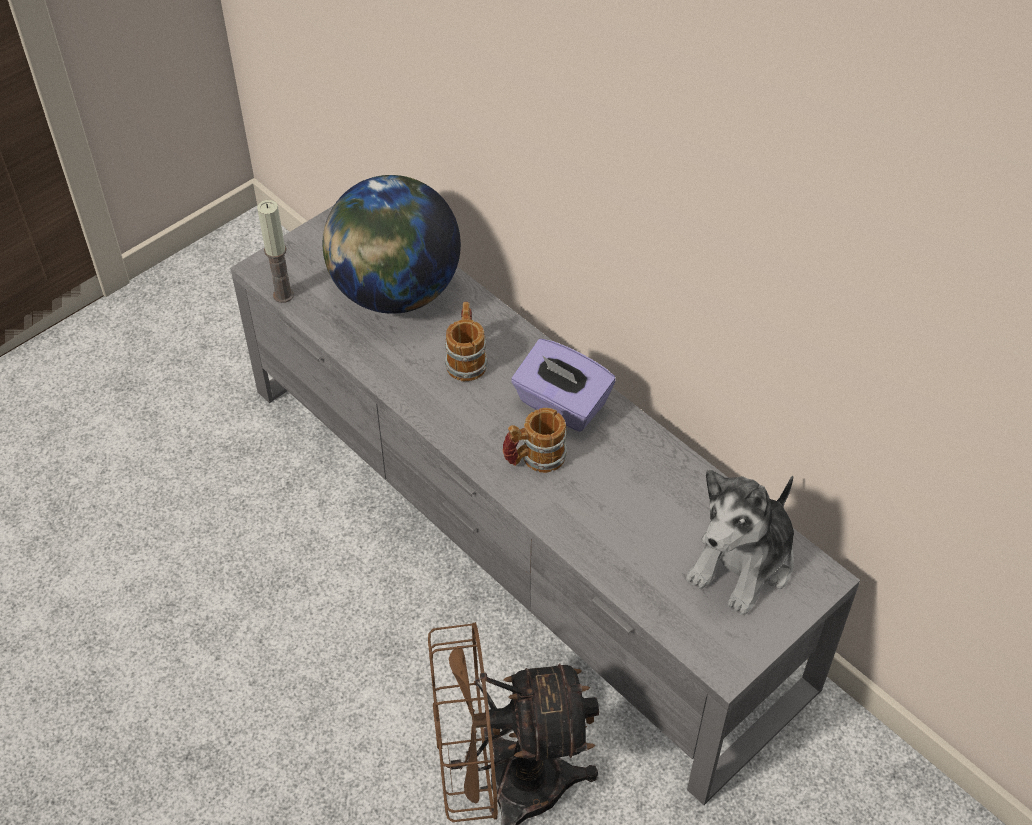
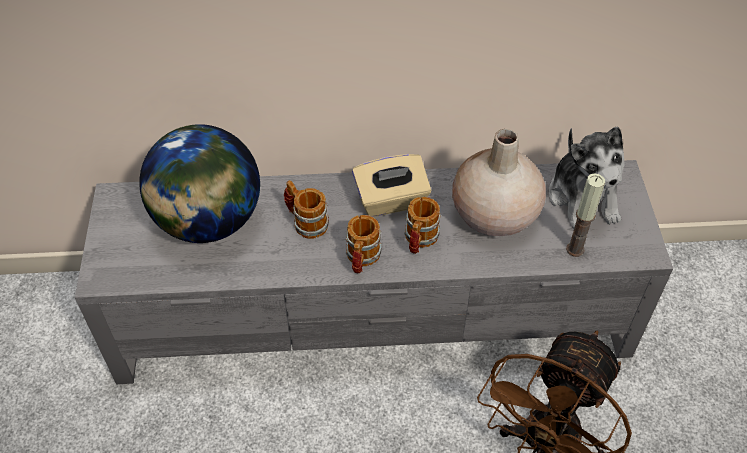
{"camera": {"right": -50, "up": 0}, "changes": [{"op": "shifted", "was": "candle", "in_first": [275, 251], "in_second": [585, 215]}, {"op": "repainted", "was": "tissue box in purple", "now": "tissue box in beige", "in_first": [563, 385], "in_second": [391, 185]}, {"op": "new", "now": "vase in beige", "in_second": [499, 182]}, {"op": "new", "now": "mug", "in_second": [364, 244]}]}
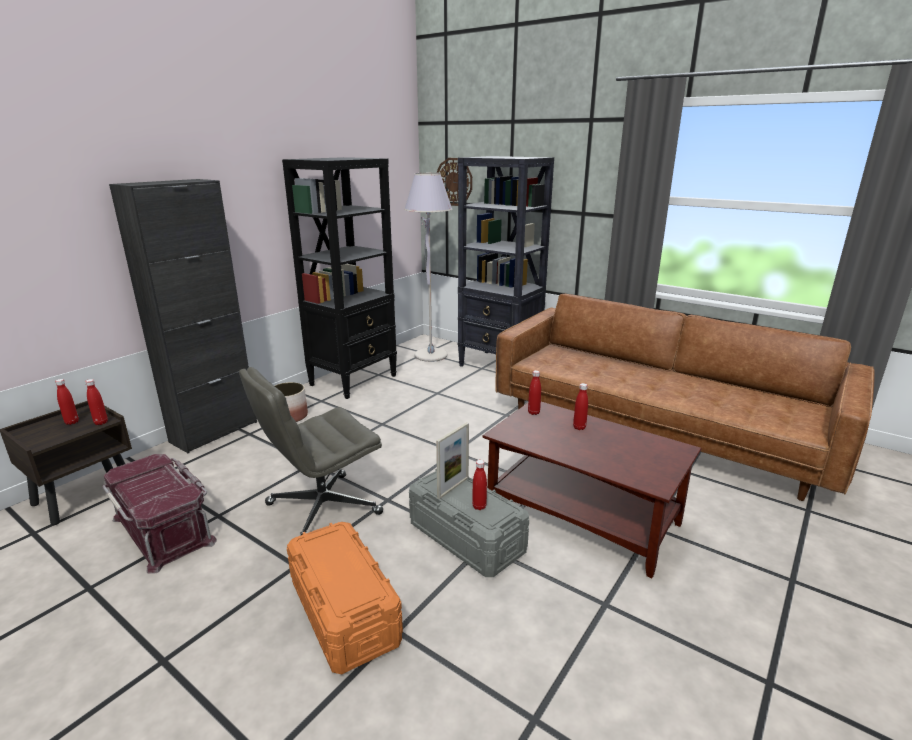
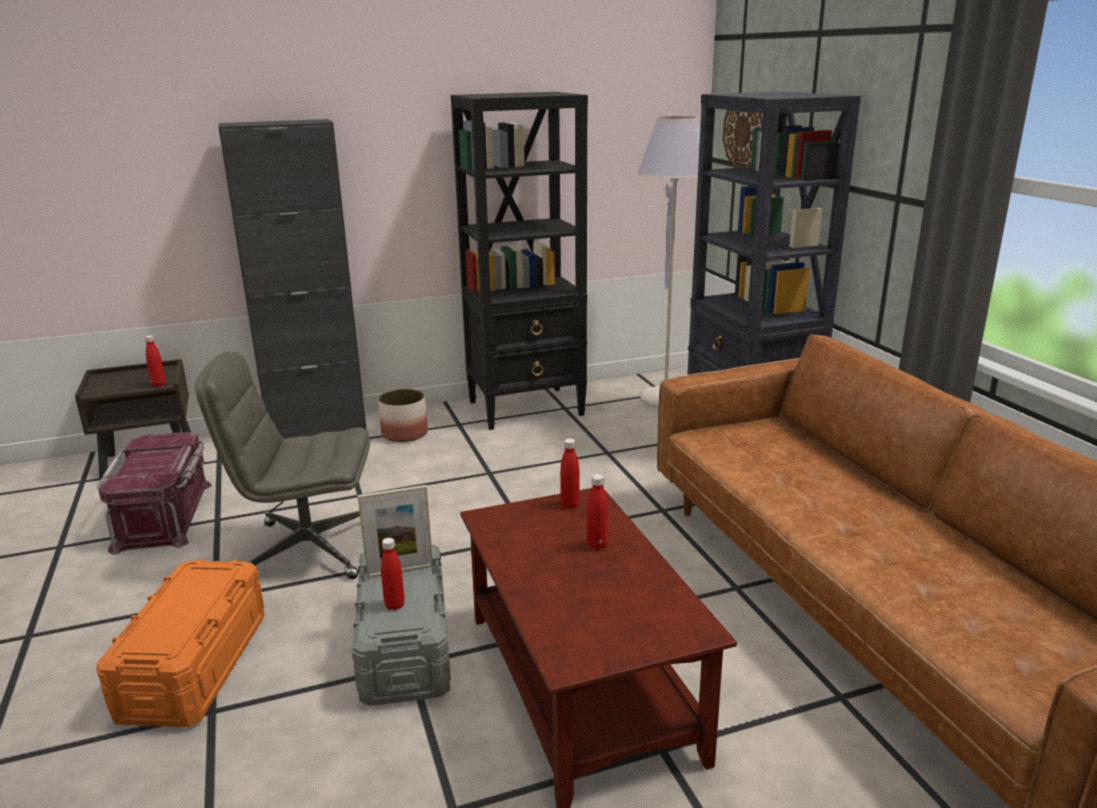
{"camera": {"right": 35, "up": 0}, "changes": [{"op": "gone", "was": "bottle in red", "in_first": [67, 402]}]}
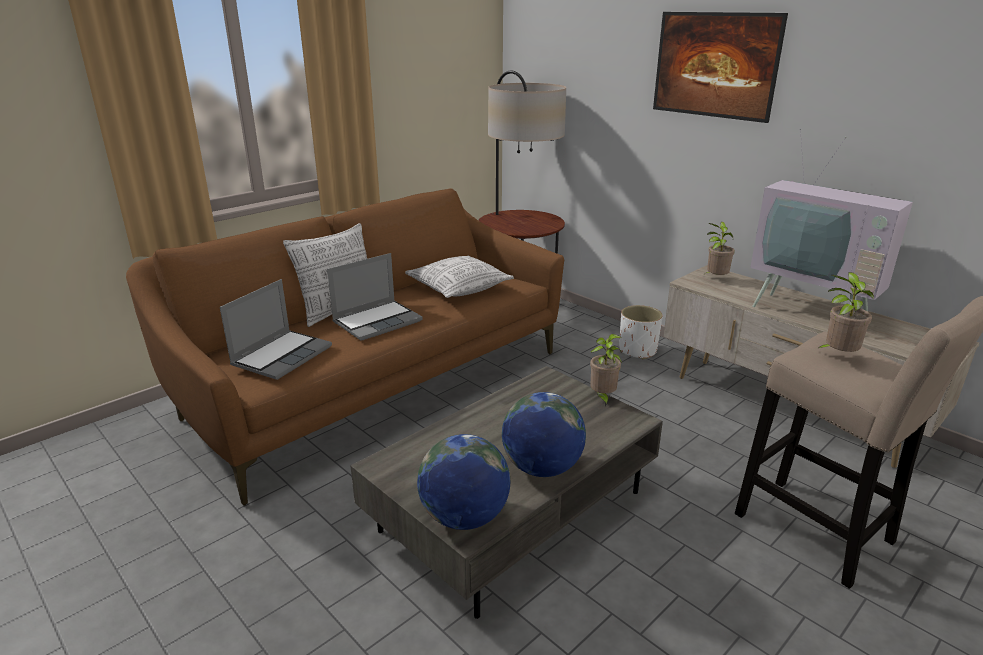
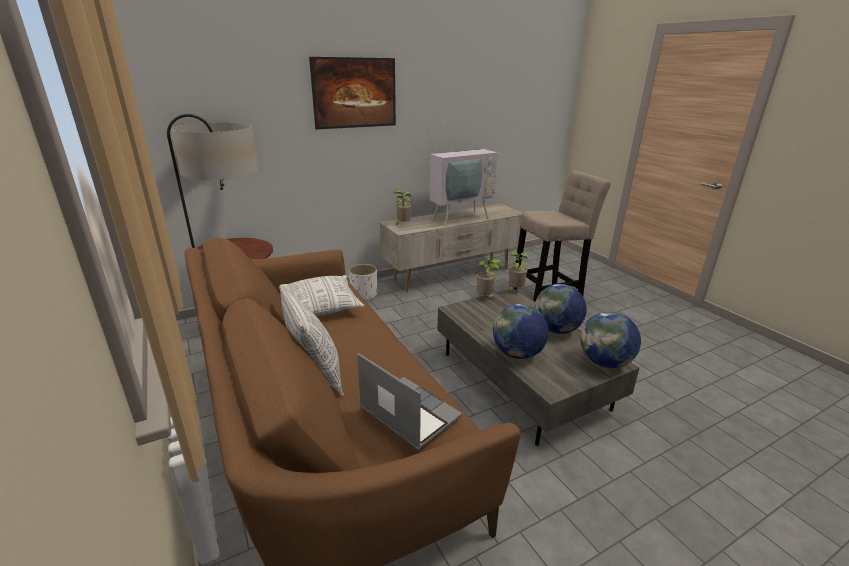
{"camera": {"right": -75, "up": 0}, "changes": [{"op": "gone", "was": "laptop", "in_first": [375, 297]}, {"op": "shifted", "was": "potted plant", "in_first": [846, 312], "in_second": [518, 271]}, {"op": "new", "now": "globe", "in_second": [521, 331]}]}
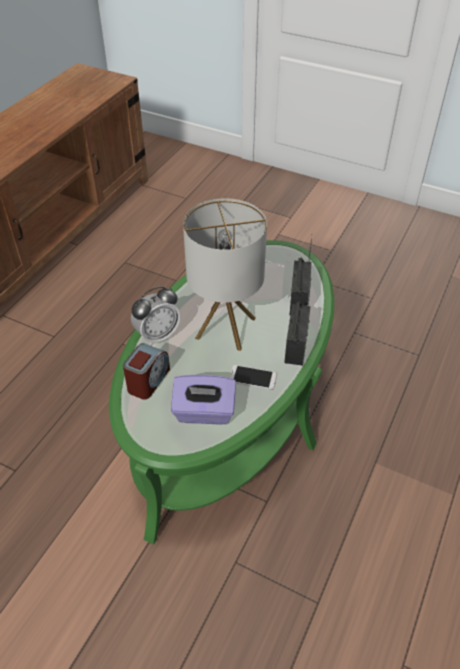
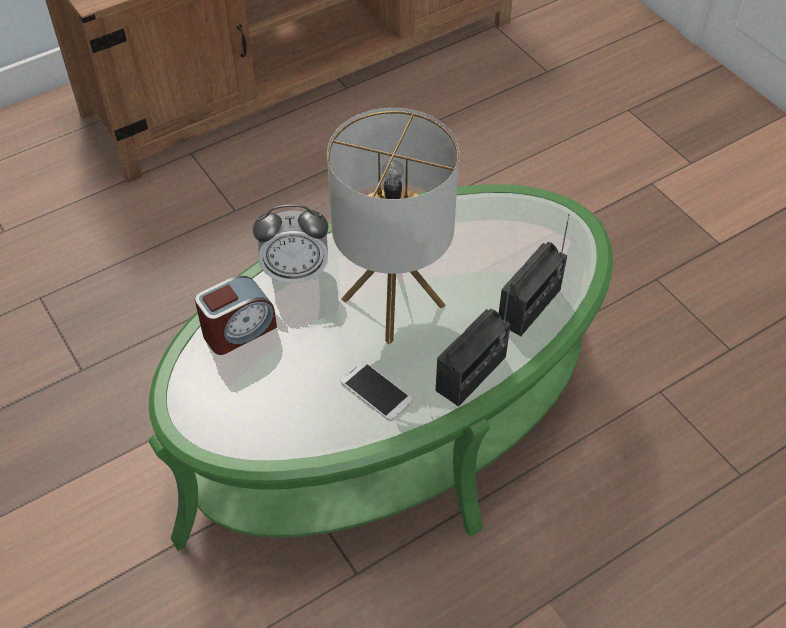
{"camera": {"right": 30, "up": 5}, "changes": [{"op": "gone", "was": "tissue box in purple", "in_first": [203, 400]}]}
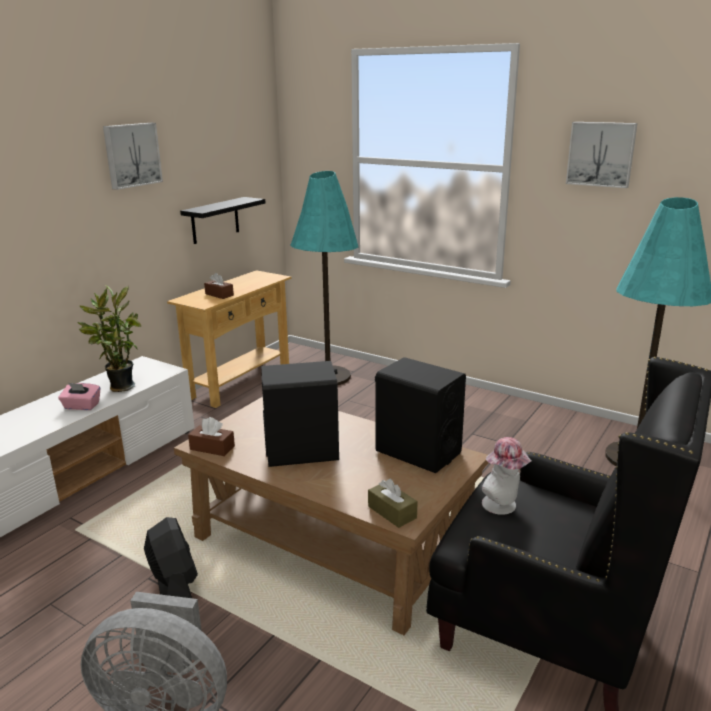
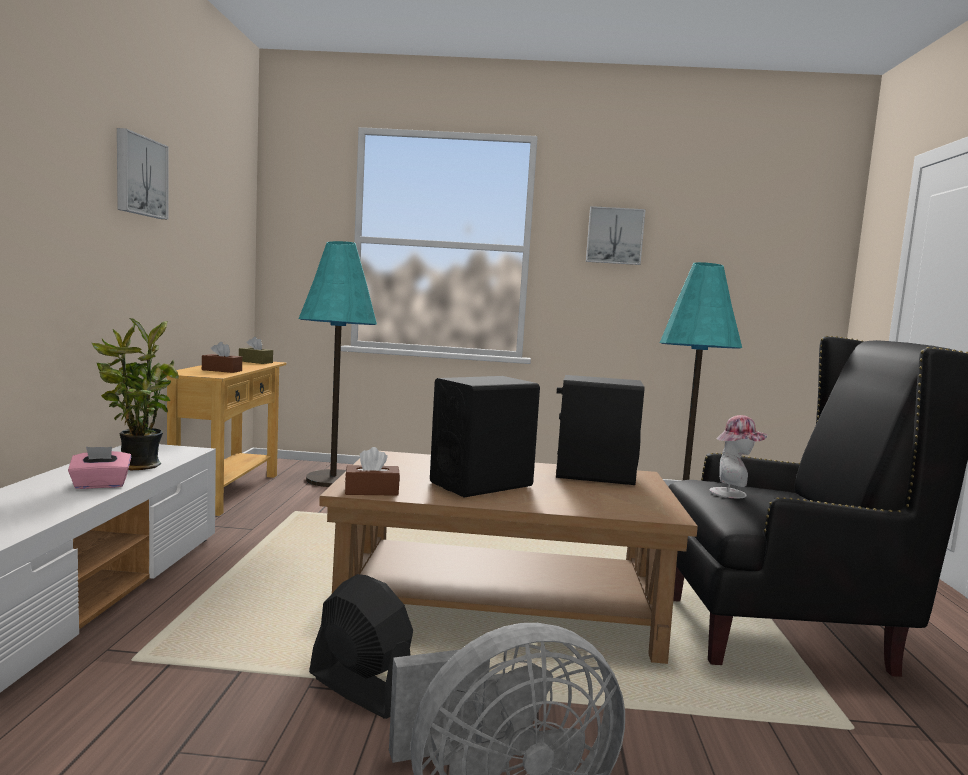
{"camera": {"right": -30, "up": -15}, "changes": [{"op": "gone", "was": "shelf in black", "in_first": [222, 220]}, {"op": "shifted", "was": "tissue box in brown", "in_first": [393, 503], "in_second": [256, 350]}]}
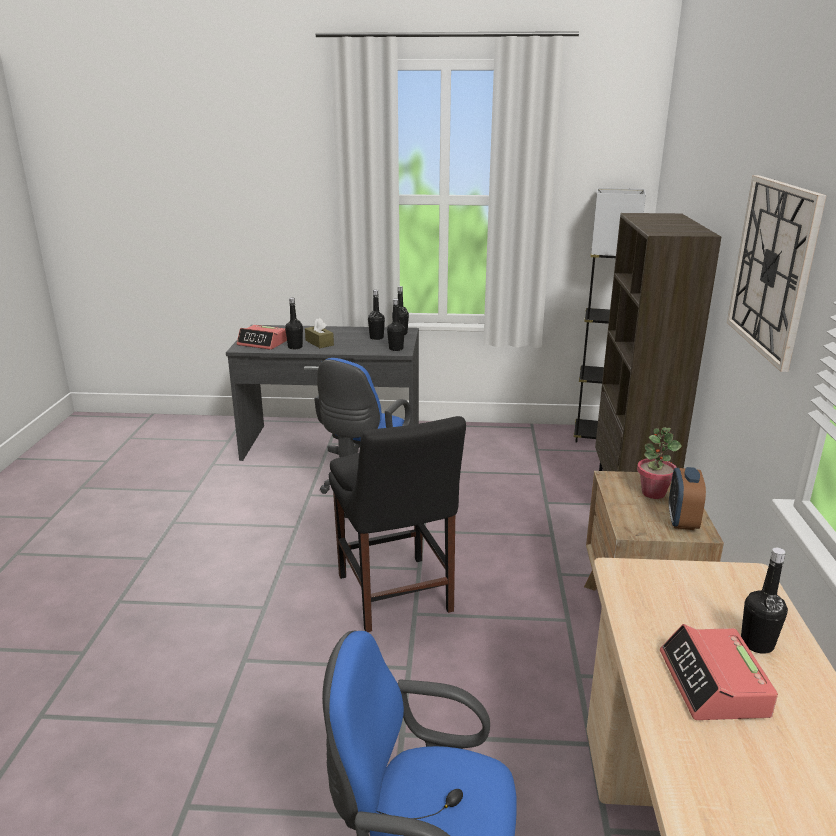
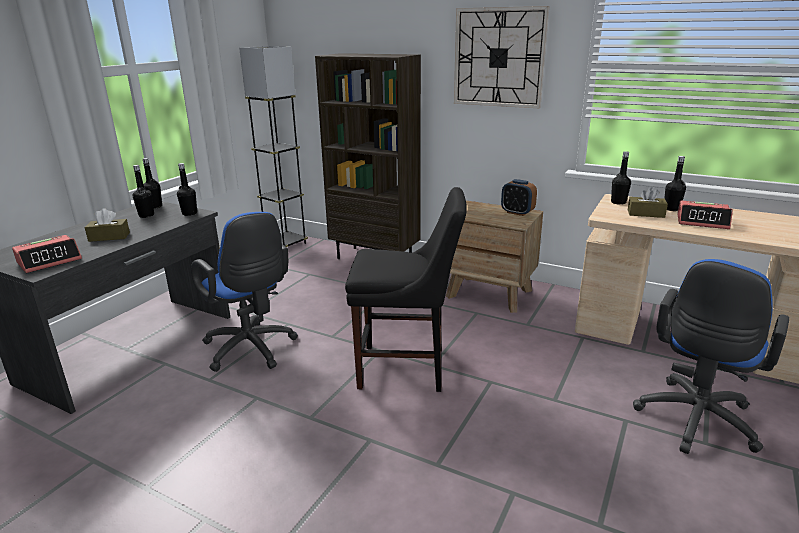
{"camera": {"right": -65, "up": 0}, "changes": [{"op": "shifted", "was": "bottle in black", "in_first": [294, 323], "in_second": [621, 178]}, {"op": "gone", "was": "potted plant", "in_first": [659, 463]}, {"op": "new", "now": "tissue box in brown", "in_second": [648, 202]}]}
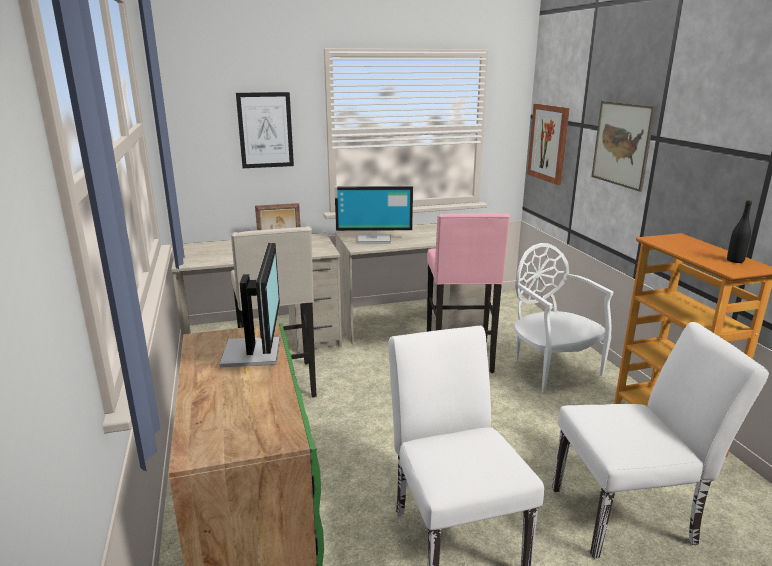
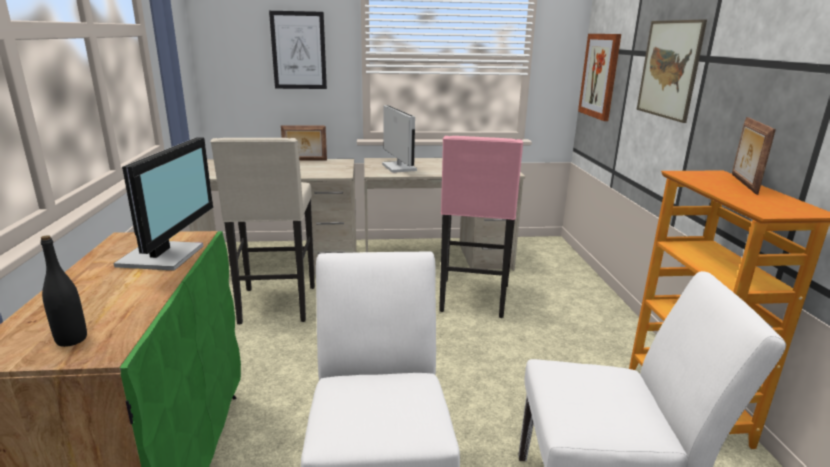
{"camera": {"right": 10, "up": 0}, "changes": [{"op": "rotated", "was": "monitor", "in_first": [374, 215], "in_second": [399, 139], "clockwise": -120}, {"op": "shifted", "was": "bottle in black", "in_first": [739, 231], "in_second": [64, 291]}, {"op": "gone", "was": "chair in white", "in_first": [563, 318]}, {"op": "new", "now": "picture frame", "in_second": [754, 156]}]}
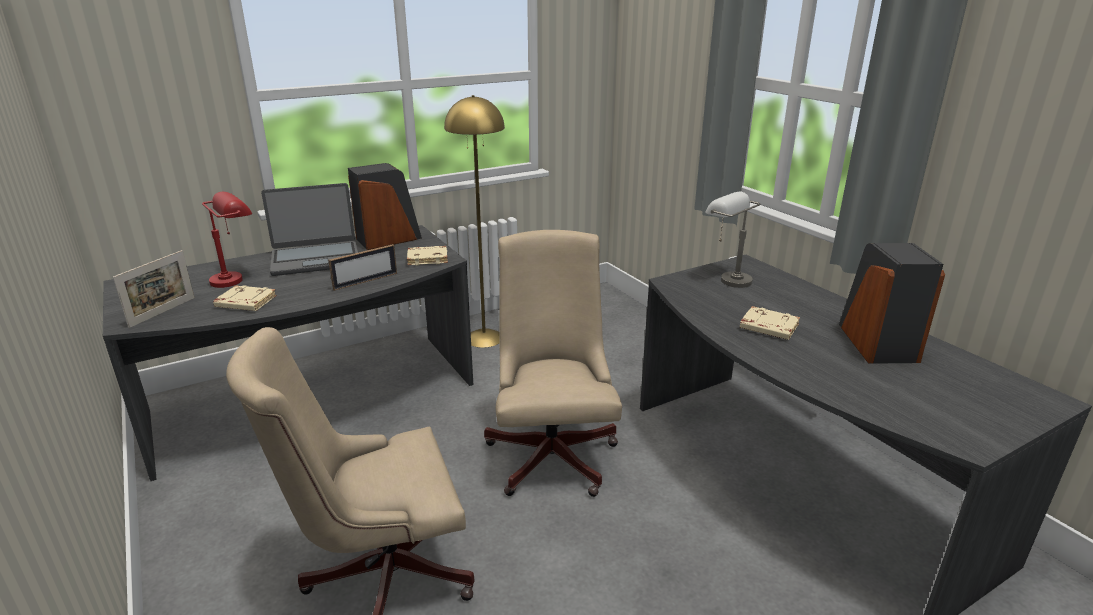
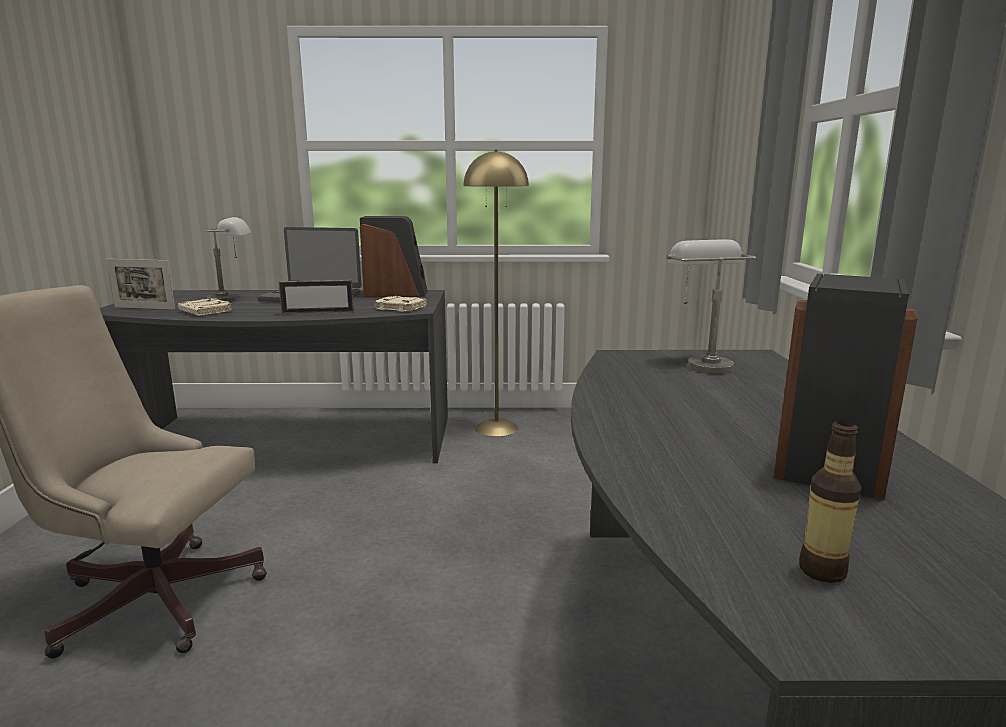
{"camera": {"right": 30, "up": -10}, "changes": [{"op": "repainted", "was": "table lamp in red", "now": "table lamp in grey", "in_first": [227, 240], "in_second": [228, 259]}, {"op": "gone", "was": "office chair in beige", "in_first": [553, 363]}, {"op": "rotated", "was": "picture frame", "in_first": [154, 289], "in_second": [140, 284], "clockwise": 45}, {"op": "gone", "was": "book in beige", "in_first": [770, 323]}, {"op": "new", "now": "bottle", "in_second": [830, 502]}]}
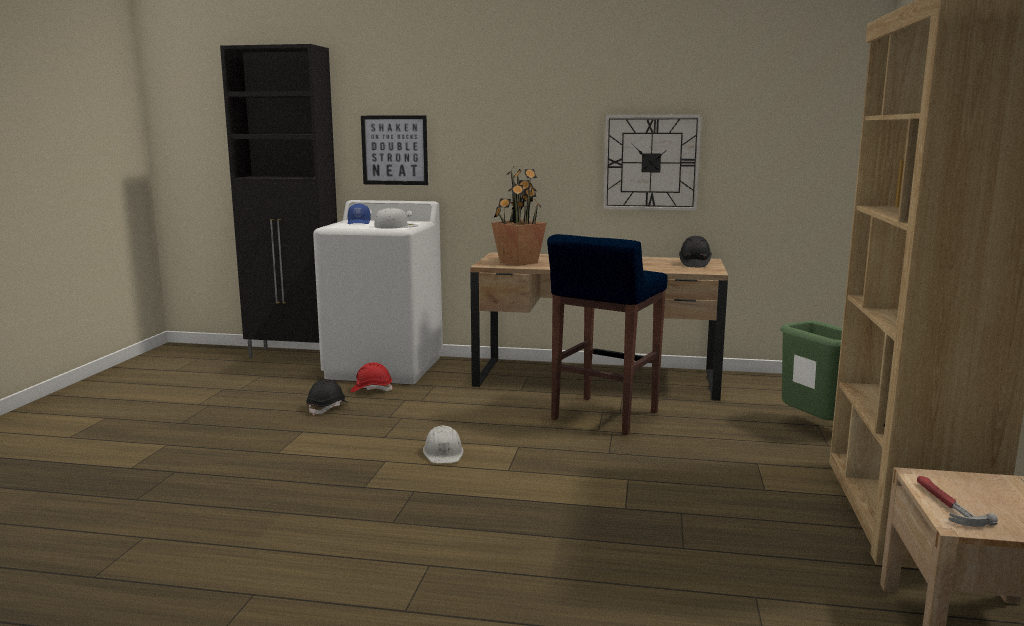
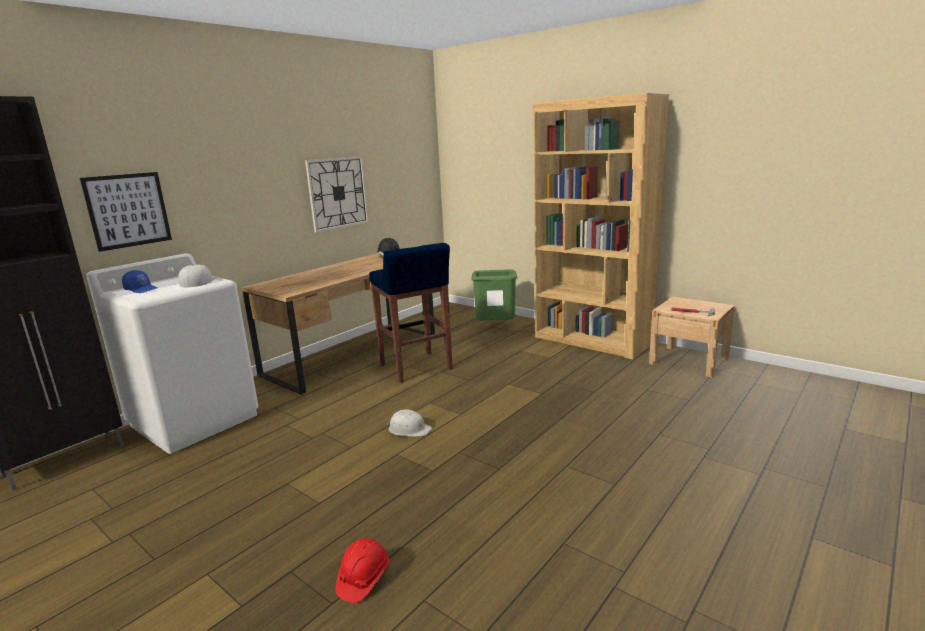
{"camera": {"right": -60, "up": 5}, "changes": [{"op": "gone", "was": "potted plant", "in_first": [519, 216]}, {"op": "shifted", "was": "hard hat in red", "in_first": [372, 377], "in_second": [362, 570]}, {"op": "gone", "was": "hard hat in black", "in_first": [327, 397]}]}
